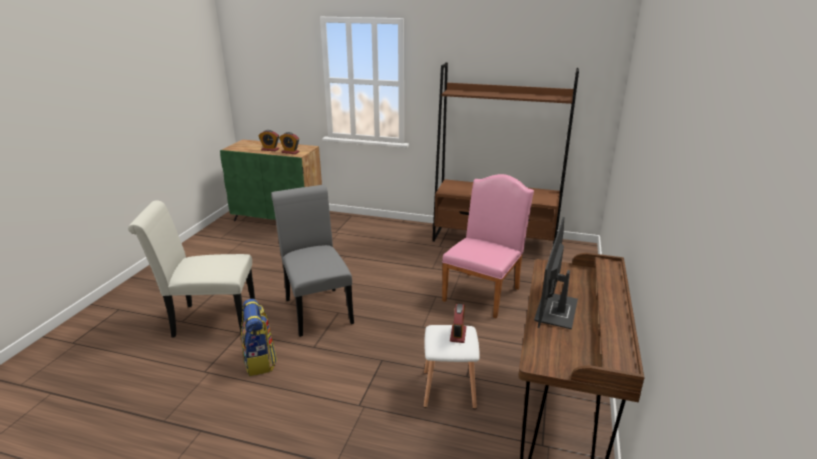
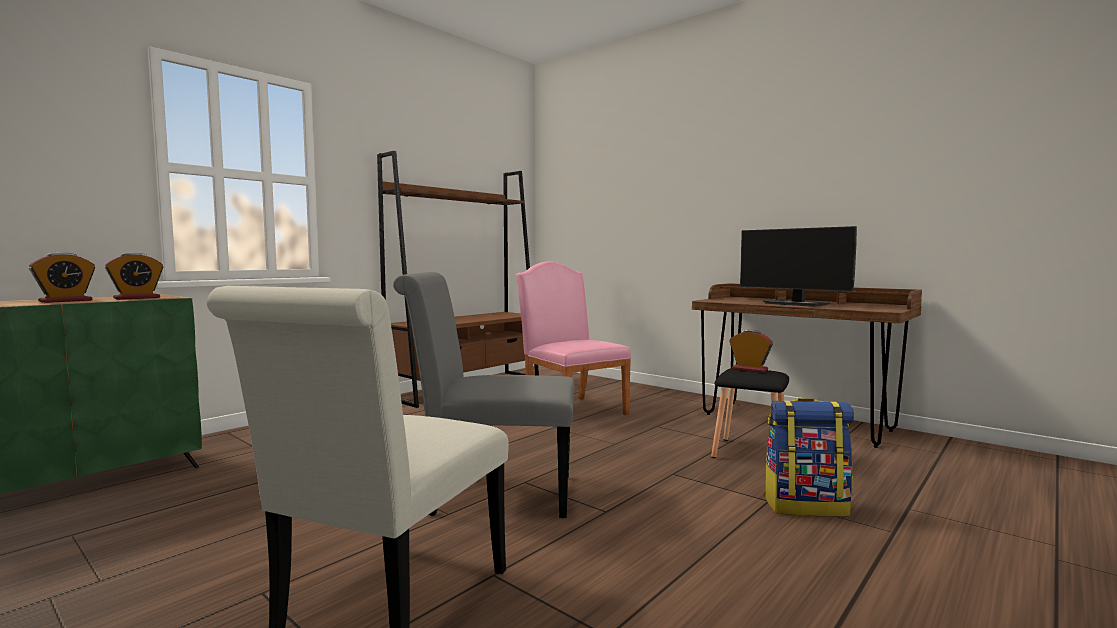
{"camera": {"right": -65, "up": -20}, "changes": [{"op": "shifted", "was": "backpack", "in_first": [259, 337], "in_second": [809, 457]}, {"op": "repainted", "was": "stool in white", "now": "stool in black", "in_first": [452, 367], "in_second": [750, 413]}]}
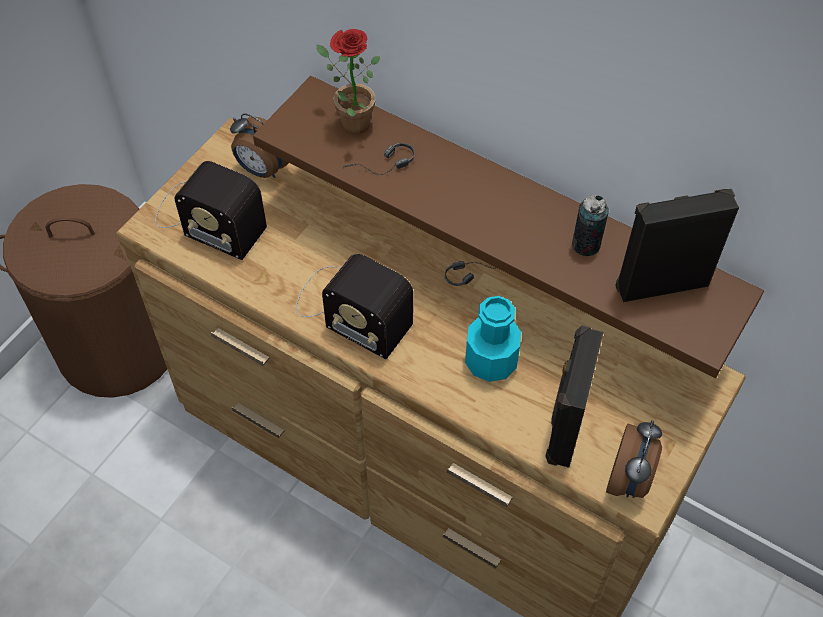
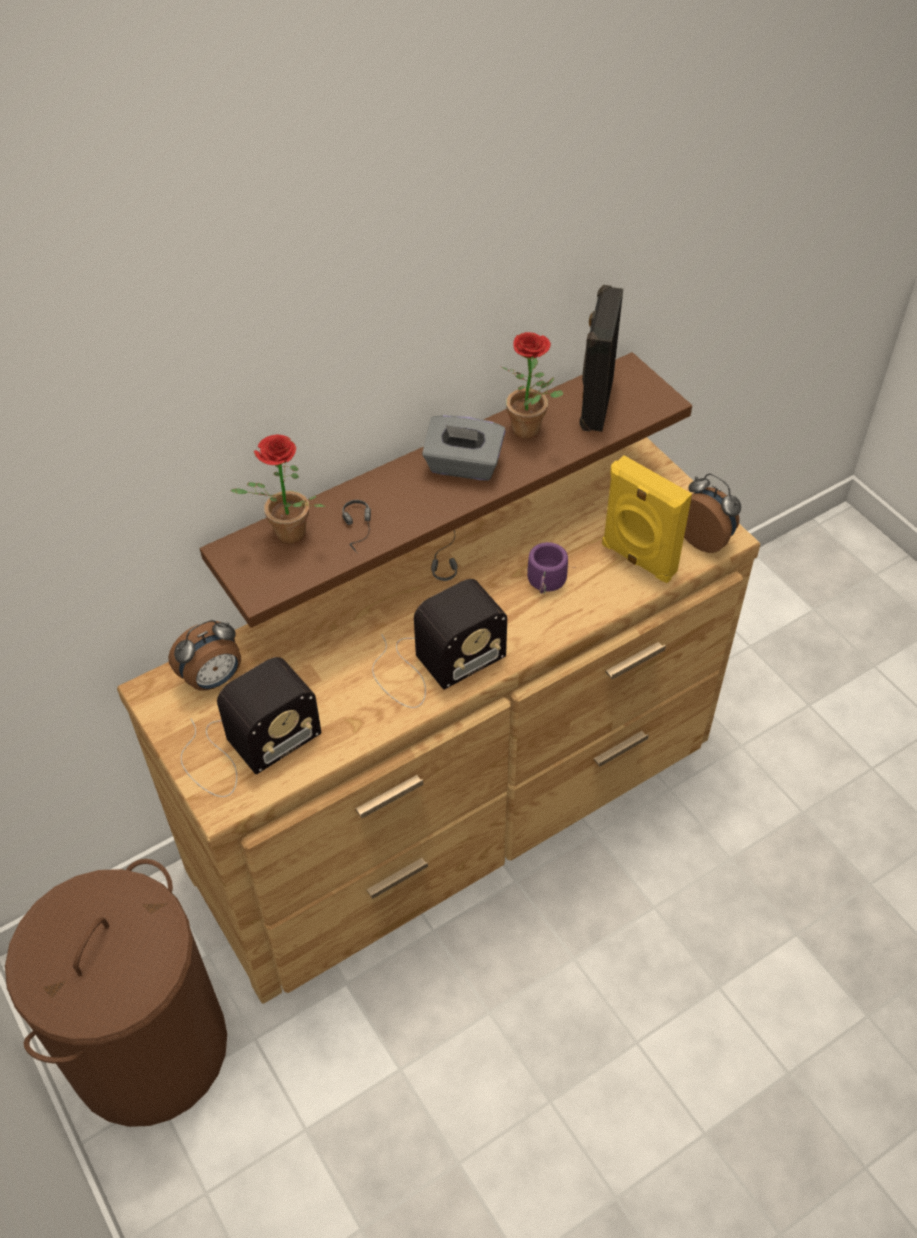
{"camera": {"right": -65, "up": -5}, "changes": [{"op": "swapped", "was": "can", "now": "potted plant", "in_first": [590, 225], "in_second": [532, 385]}, {"op": "swapped", "was": "bottle in turquoise", "now": "mug in purple", "in_first": [493, 339], "in_second": [551, 568]}, {"op": "repainted", "was": "speaker in black", "now": "speaker in yellow", "in_first": [574, 396], "in_second": [647, 519]}, {"op": "new", "now": "tissue box in grey", "in_second": [464, 448]}]}
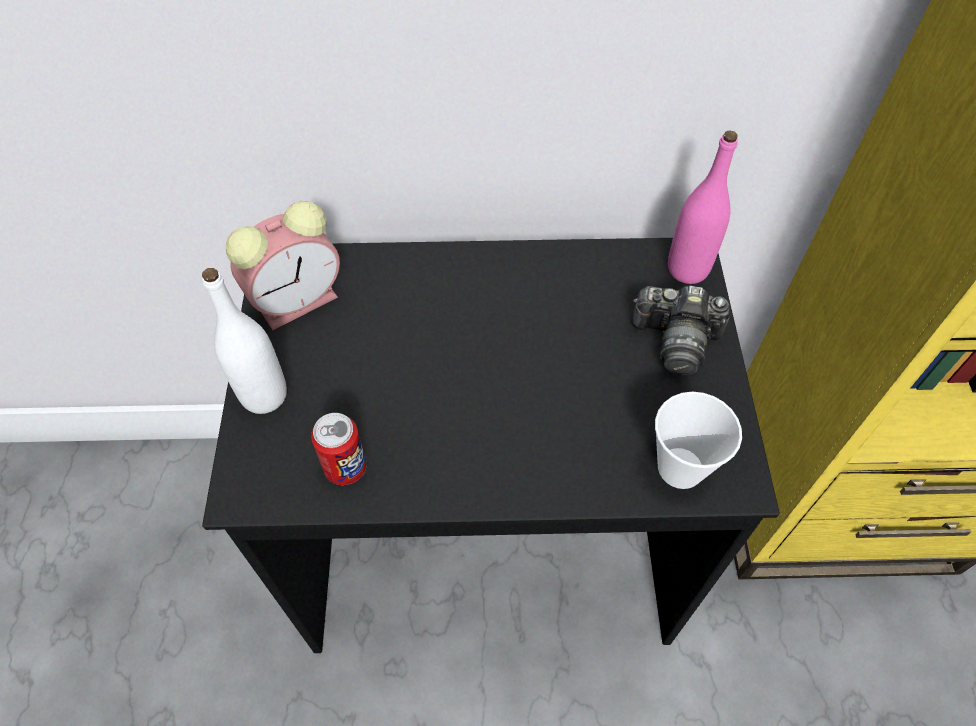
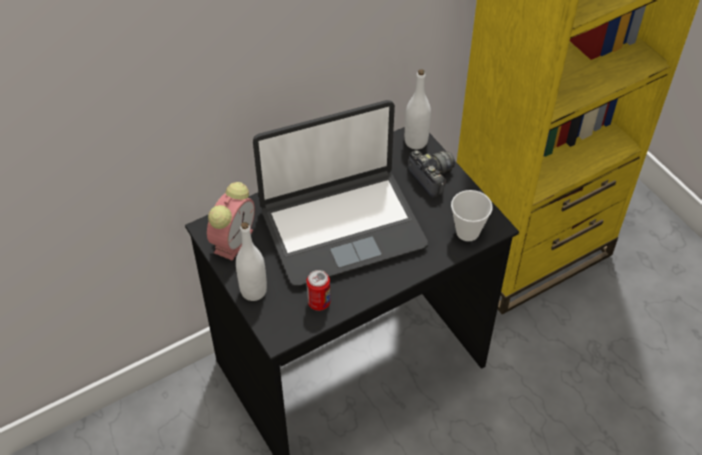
{"camera": {"right": -30, "up": -5}, "changes": [{"op": "repainted", "was": "bottle in pink", "now": "bottle in white", "in_first": [703, 207], "in_second": [417, 109]}, {"op": "rotated", "was": "photo camera", "in_first": [681, 330], "in_second": [431, 174], "clockwise": -105}, {"op": "new", "now": "laptop", "in_second": [340, 193]}]}
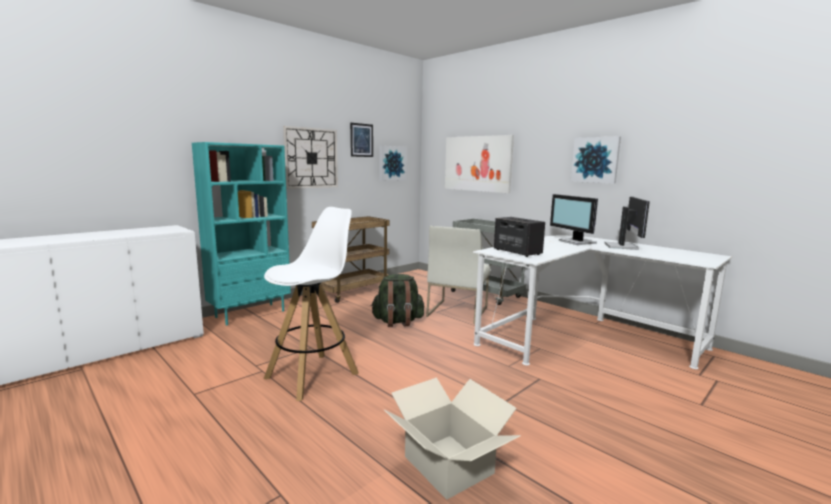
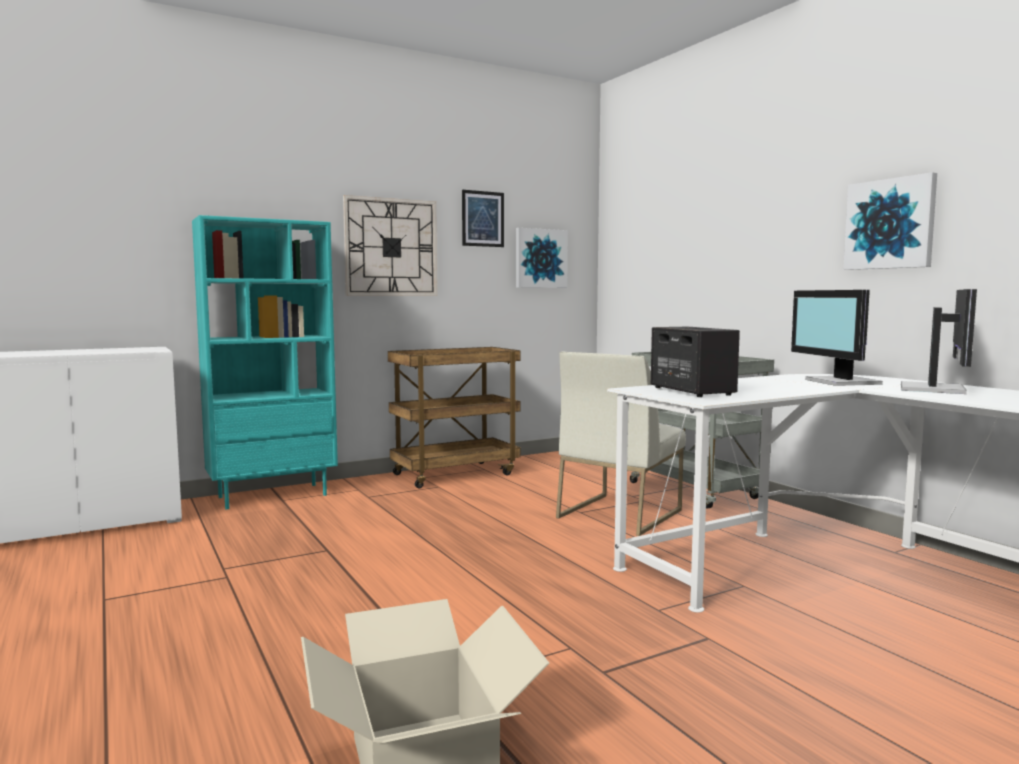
{"camera": {"right": 15, "up": -5}, "changes": [{"op": "gone", "was": "picture", "in_first": [479, 164]}, {"op": "gone", "was": "stool in white", "in_first": [311, 304]}, {"op": "gone", "was": "backpack in green", "in_first": [398, 300]}]}
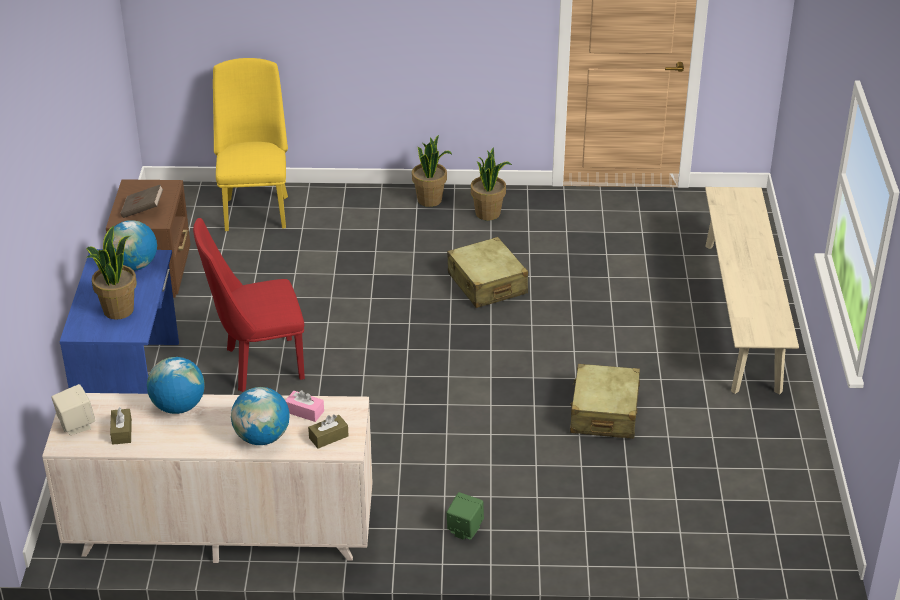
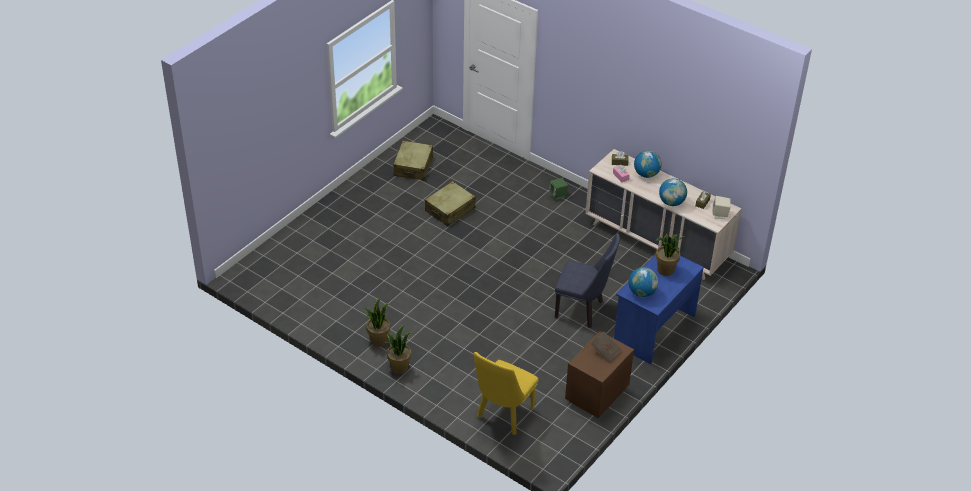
{"camera": {"right": -145, "up": 5}, "changes": [{"op": "gone", "was": "bench in beige", "in_first": [752, 290]}, {"op": "repainted", "was": "chair in red", "now": "chair in blue", "in_first": [249, 305], "in_second": [587, 280]}, {"op": "shifted", "was": "suitcase in beige", "in_first": [487, 272], "in_second": [413, 161]}]}
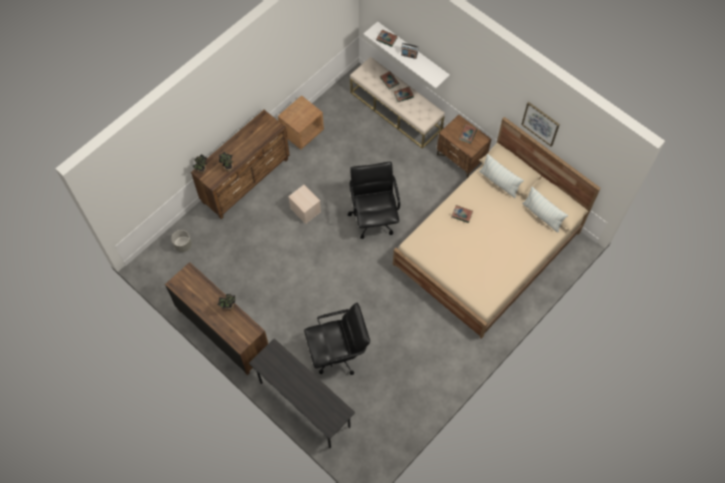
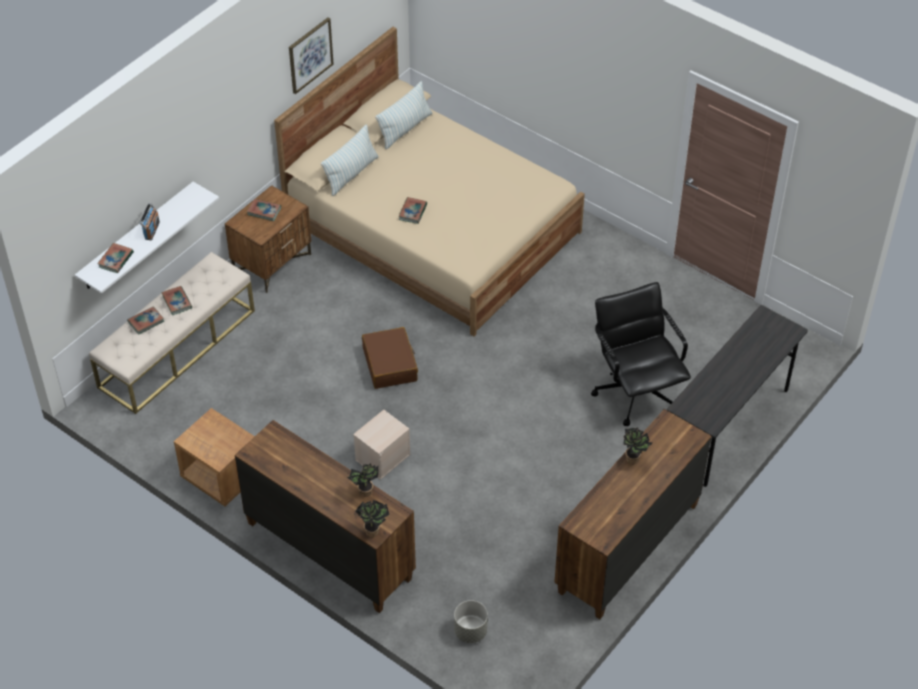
{"camera": {"right": -95, "up": -15}, "changes": [{"op": "swapped", "was": "office chair in black", "now": "suitcase in brown", "in_first": [374, 200], "in_second": [390, 358]}]}
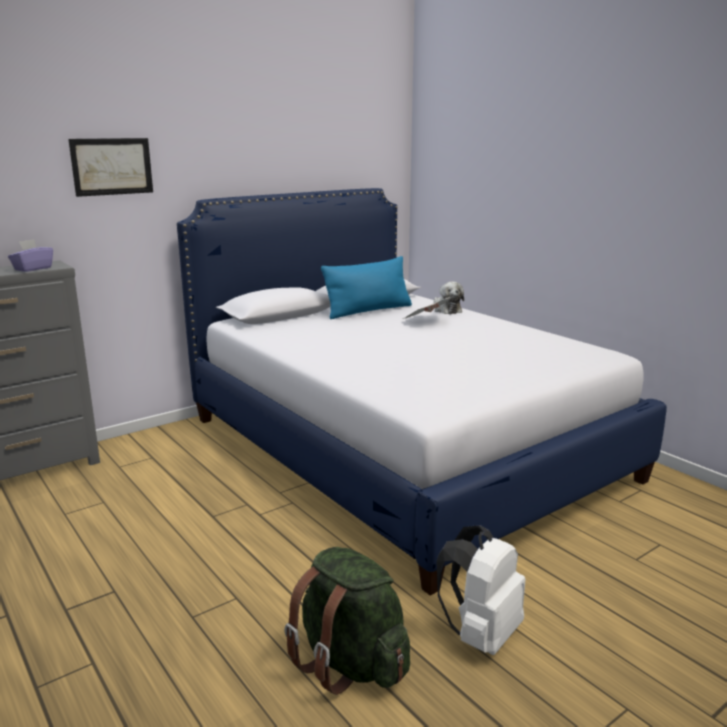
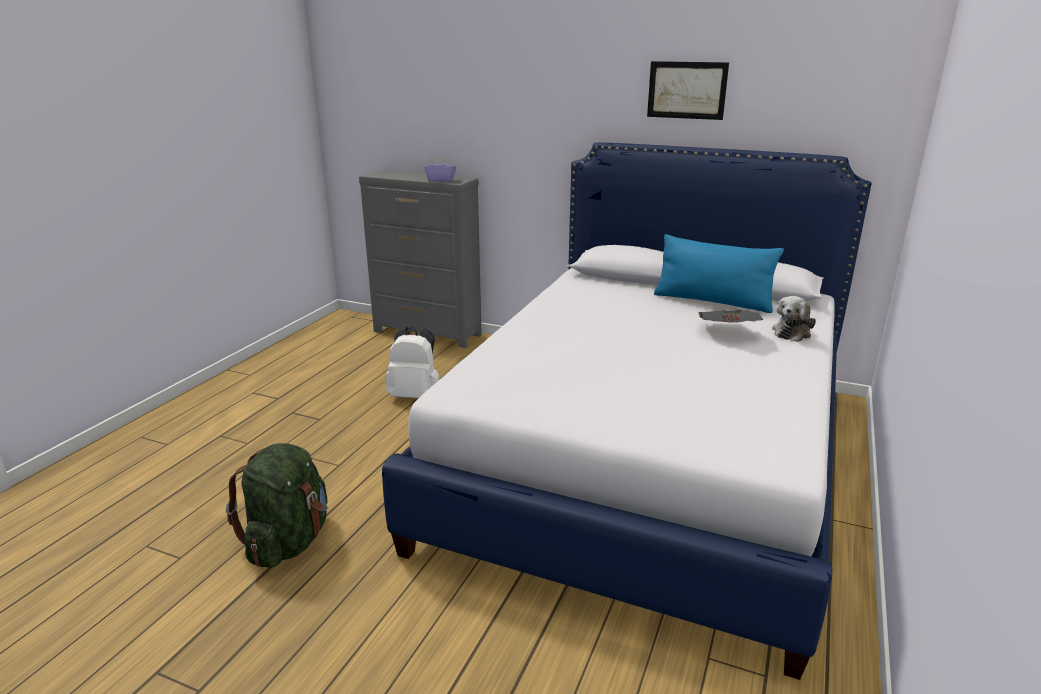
{"camera": {"right": 60, "up": 5}, "changes": [{"op": "shifted", "was": "picture", "in_first": [110, 167], "in_second": [688, 90]}, {"op": "shifted", "was": "backpack in white", "in_first": [480, 590], "in_second": [412, 362]}]}
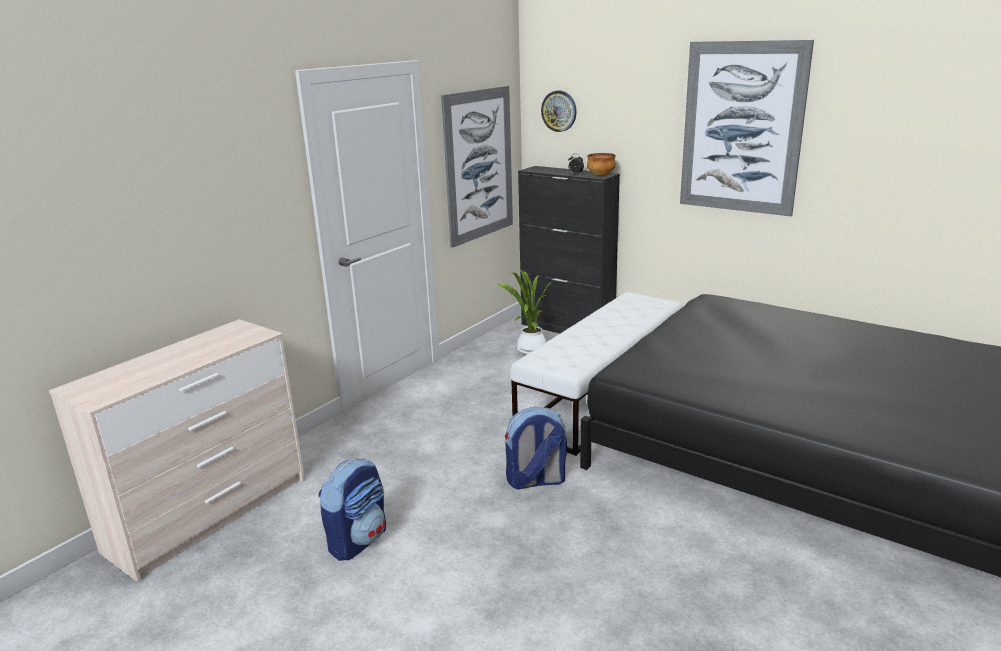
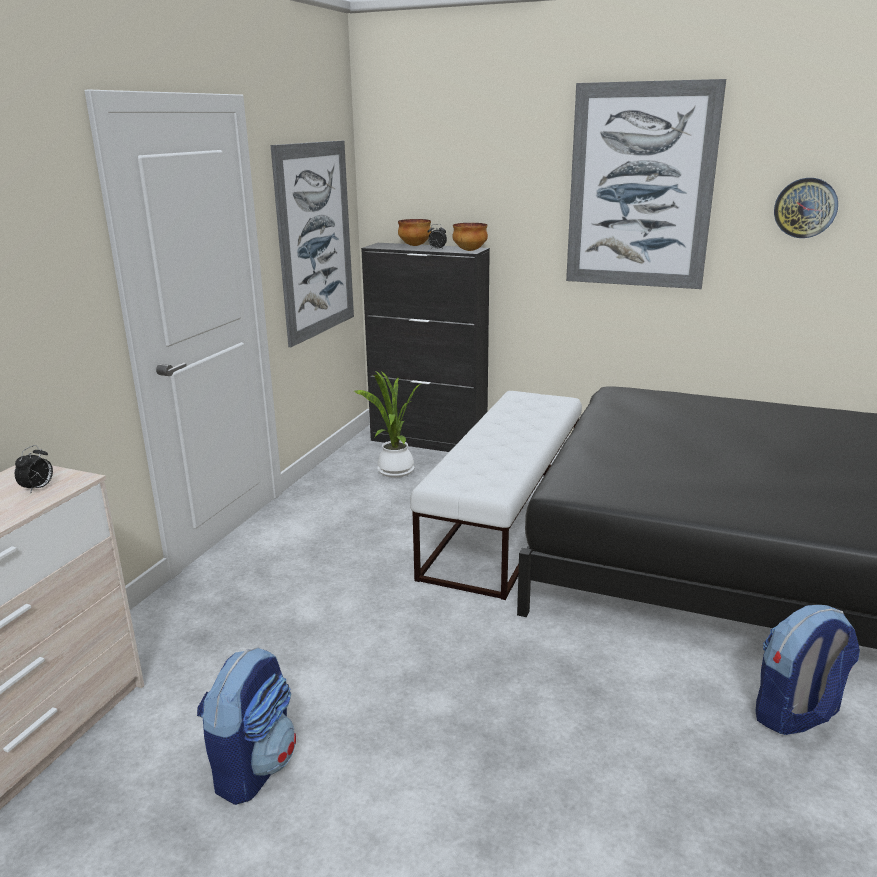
{"camera": {"right": -15, "up": 0}, "changes": [{"op": "shifted", "was": "wall clock", "in_first": [559, 111], "in_second": [806, 208]}, {"op": "shifted", "was": "backpack", "in_first": [536, 448], "in_second": [807, 670]}, {"op": "new", "now": "bowl", "in_second": [415, 232]}, {"op": "new", "now": "alarm clock", "in_second": [34, 469]}]}
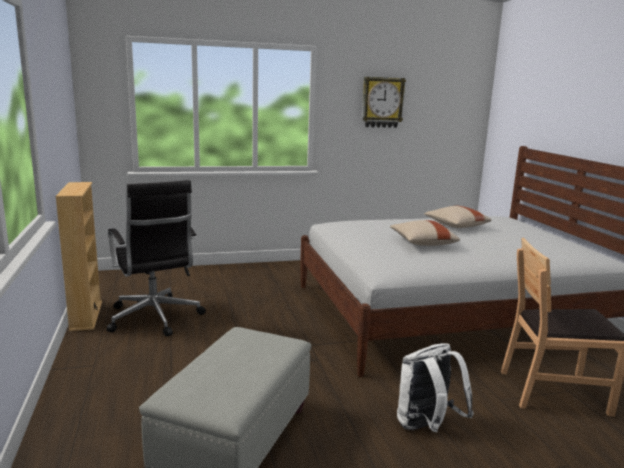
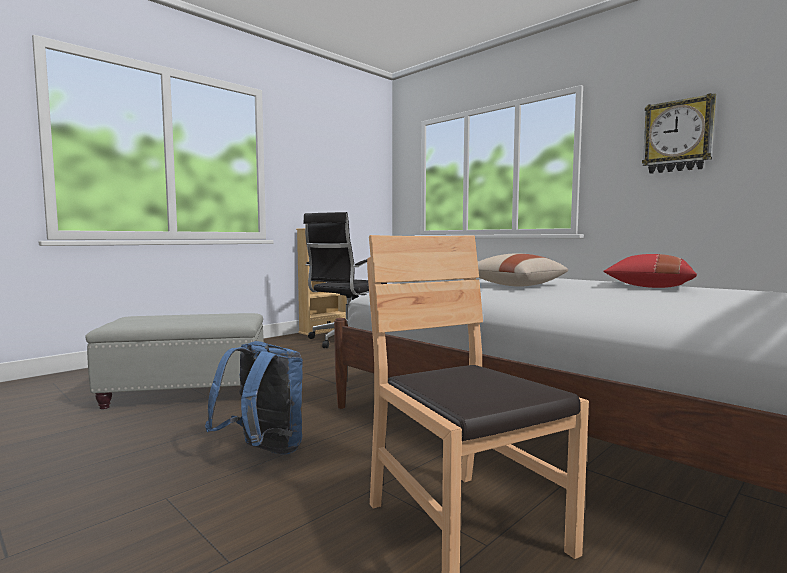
{"camera": {"right": 60, "up": -10}, "changes": [{"op": "repainted", "was": "pillow in beige", "now": "pillow in red", "in_first": [457, 217], "in_second": [650, 271]}, {"op": "repainted", "was": "backpack in white", "now": "backpack in blue", "in_first": [435, 387], "in_second": [254, 397]}]}
